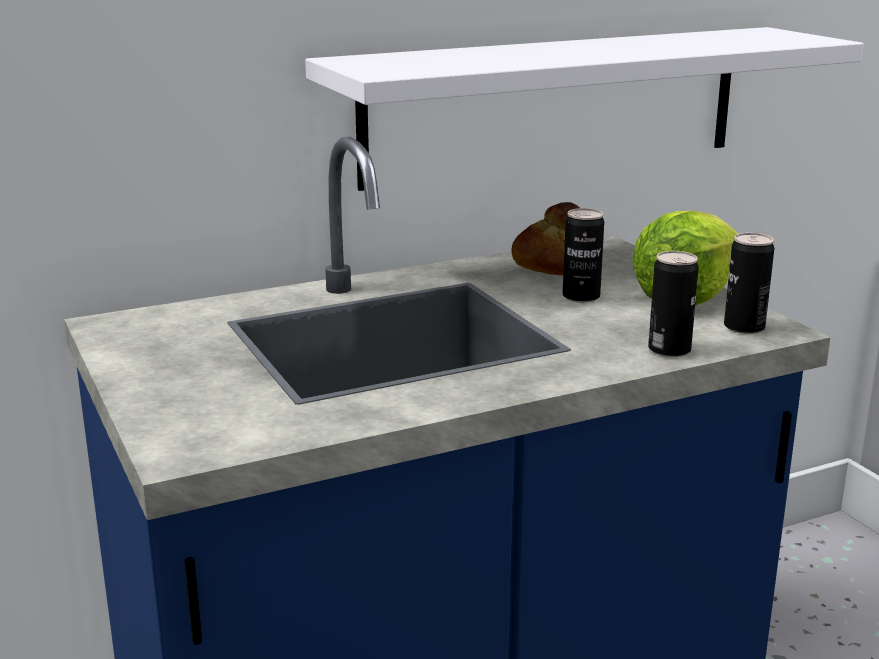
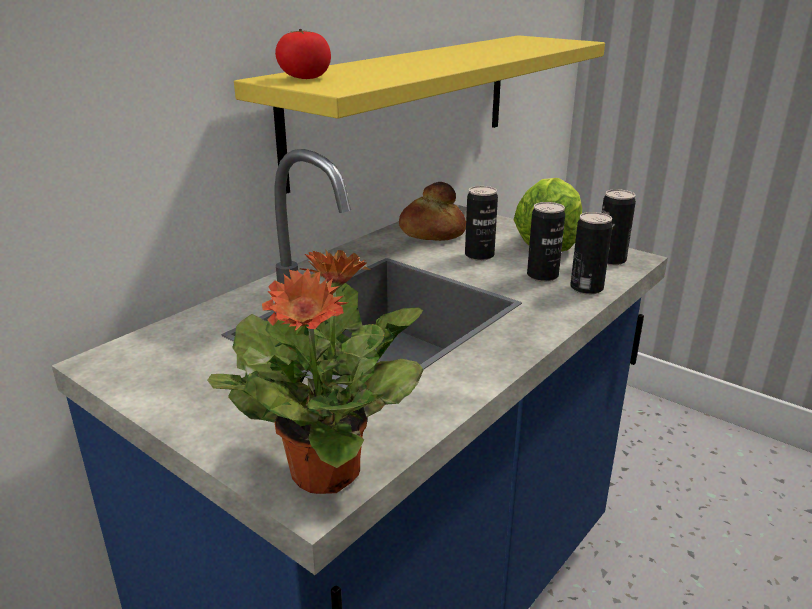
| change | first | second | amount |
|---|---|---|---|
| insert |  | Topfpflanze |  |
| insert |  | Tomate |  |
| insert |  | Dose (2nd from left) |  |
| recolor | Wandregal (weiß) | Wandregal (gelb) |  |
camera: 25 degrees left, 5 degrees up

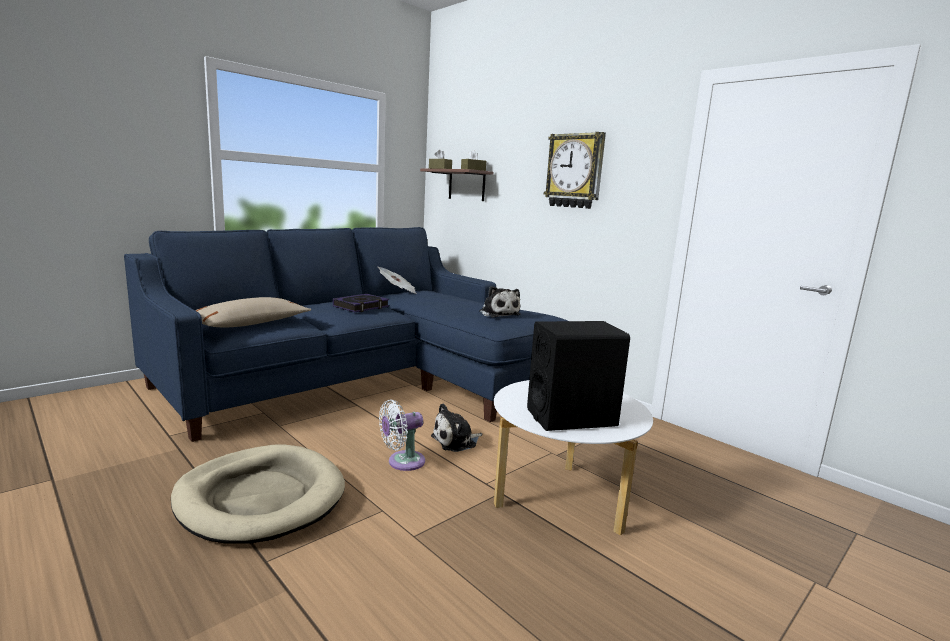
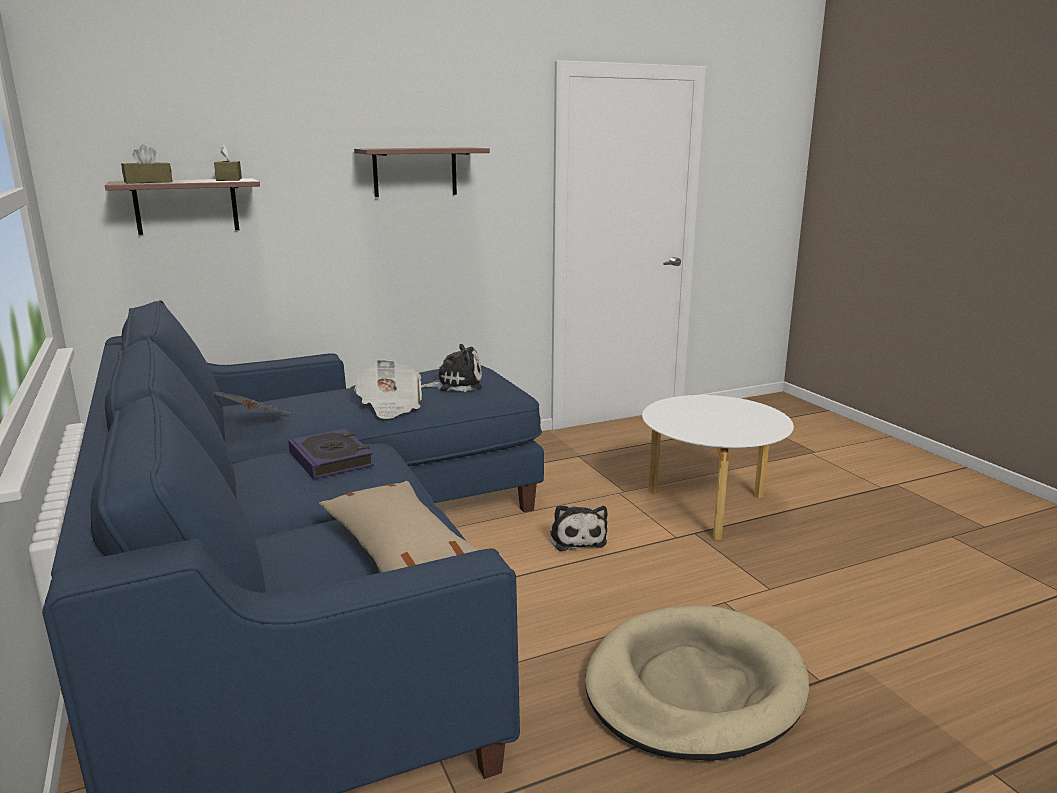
| change | first | second | amount |
|---|---|---|---|
| delete | Ventilator (weiß) |  |  |
| delete | Lautsprecher (schwarz) |  |  |
| insert |  | Zeitung (2nd from left) |  |
| replace | Wanduhr | Wandregal (2nd from left) |  |
camera: 70 degrees left, 5 degrees up

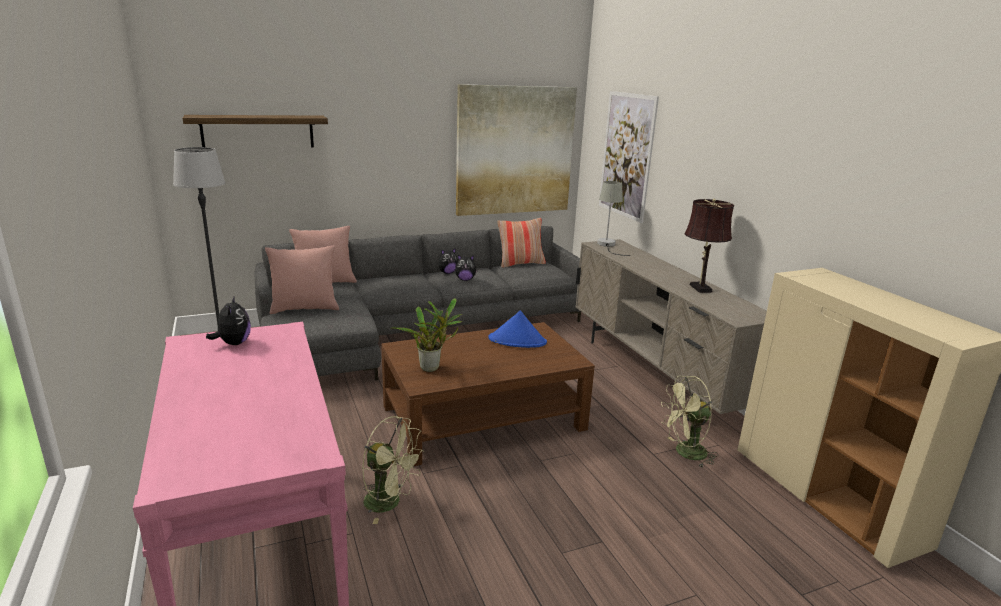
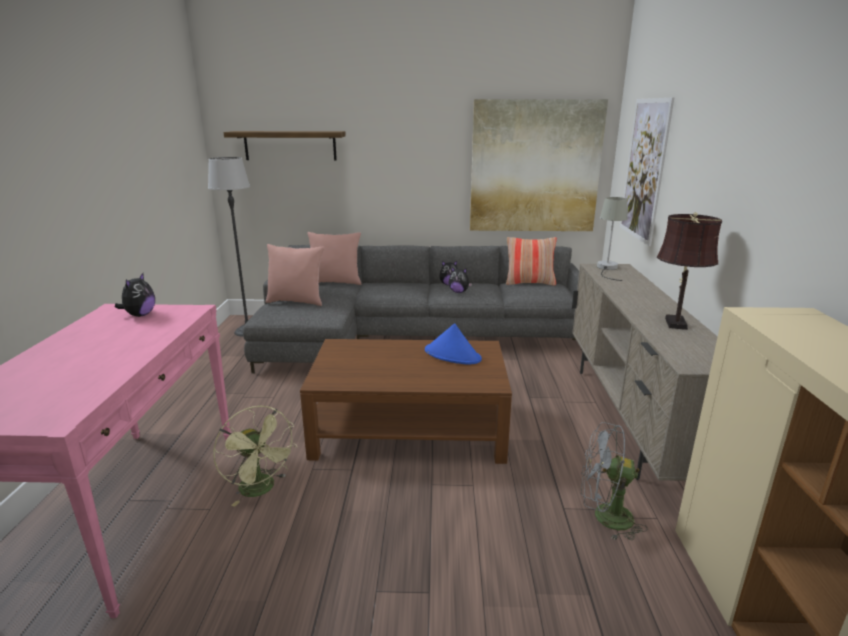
| change | first | second | amount |
|---|---|---|---|
| delete | Topfpflanze |  |  |
| recolor | Ventilator (grün) (2nd from left) | Ventilator (grau) |  |
camera: 25 degrees right, 0 degrees up

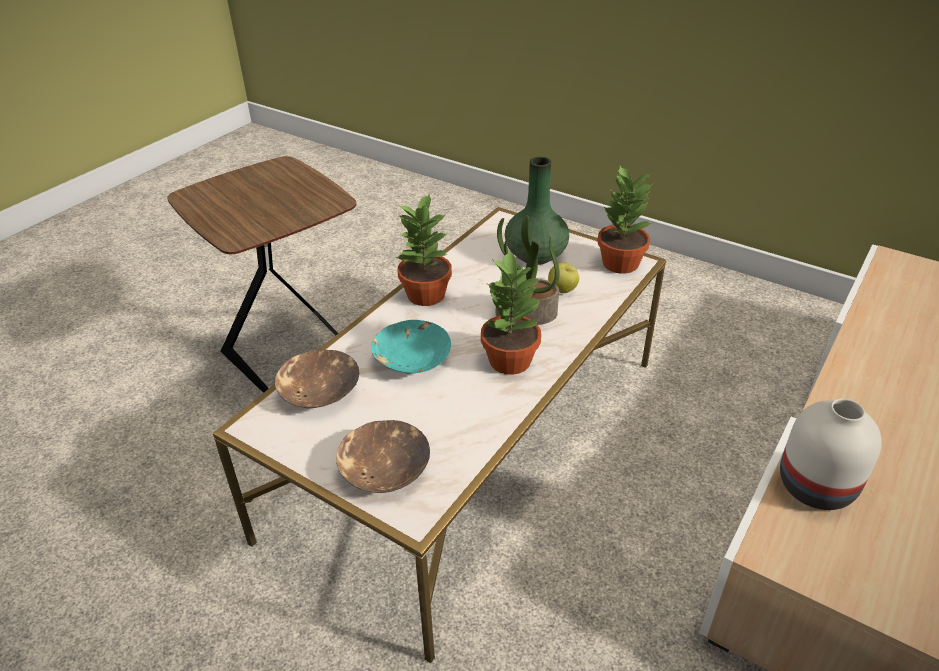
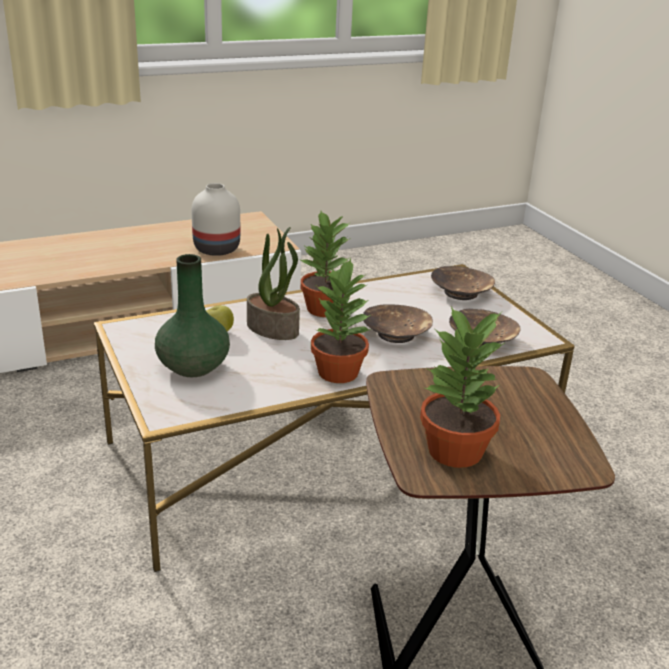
| change | first | second | amount |
|---|---|---|---|
| move | Topfpflanze (4th from left) |  |  |
| recolor | Schüssel (türkis) | Schüssel (braun) (1st from left) |  |
camera: 150 degrees left, 10 degrees down

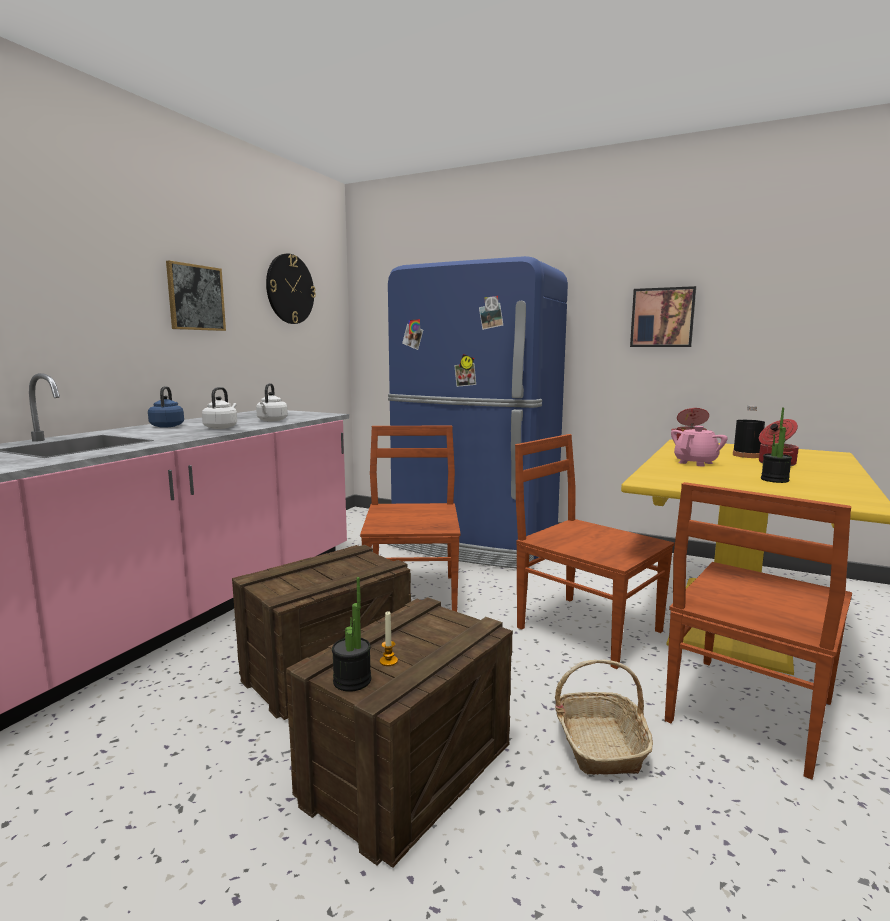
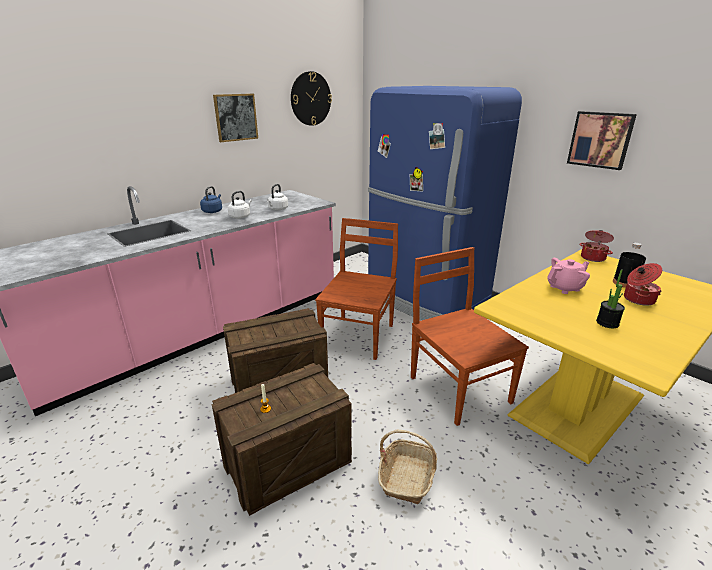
| change | first | second | amount |
|---|---|---|---|
| delete | Topfpflanze (1st from left) |  |  |
| delete | Stuhl (braun) (3rd from left) |  |  |
camera: 20 degrees right, 15 degrees up

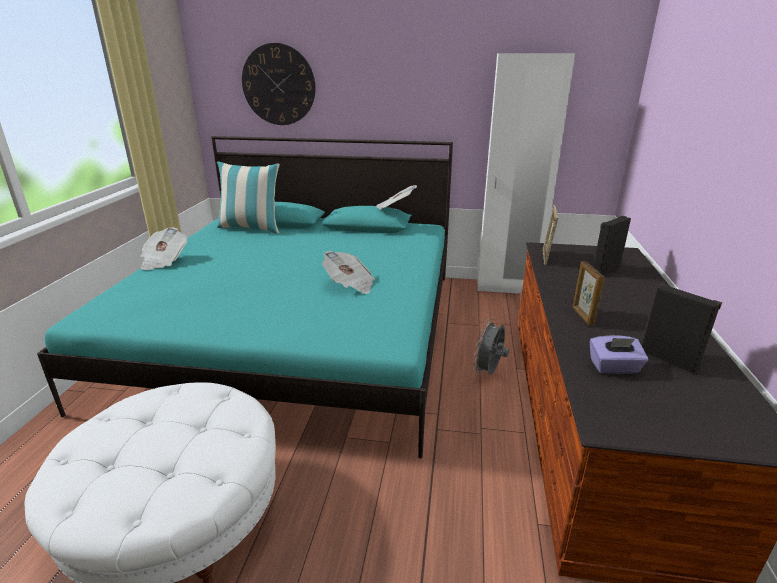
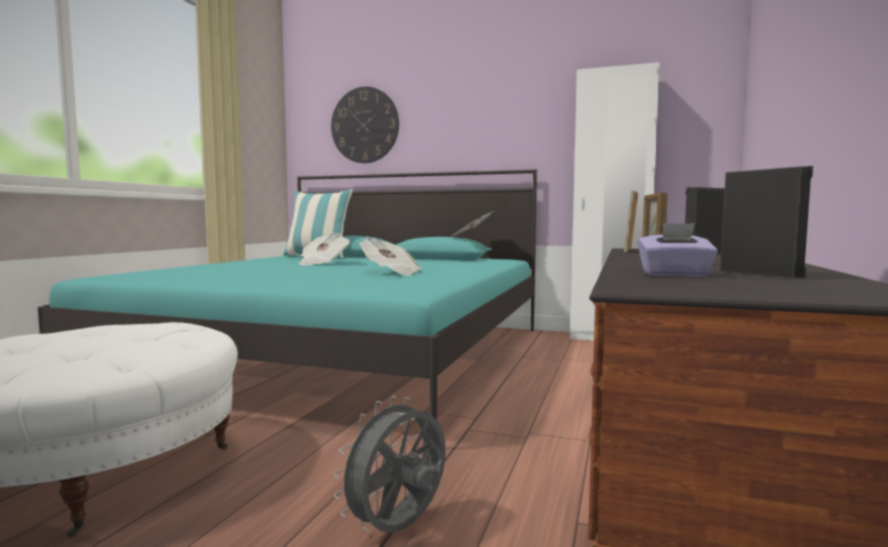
| change | first | second | amount |
|---|---|---|---|
| move | Zeitung (1st from left) |  |  |
| move | Ventilator (grau) |  |  |
camera: 10 degrees right, 20 degrees down

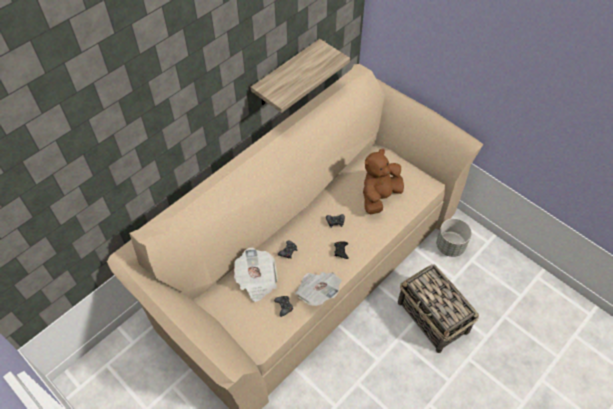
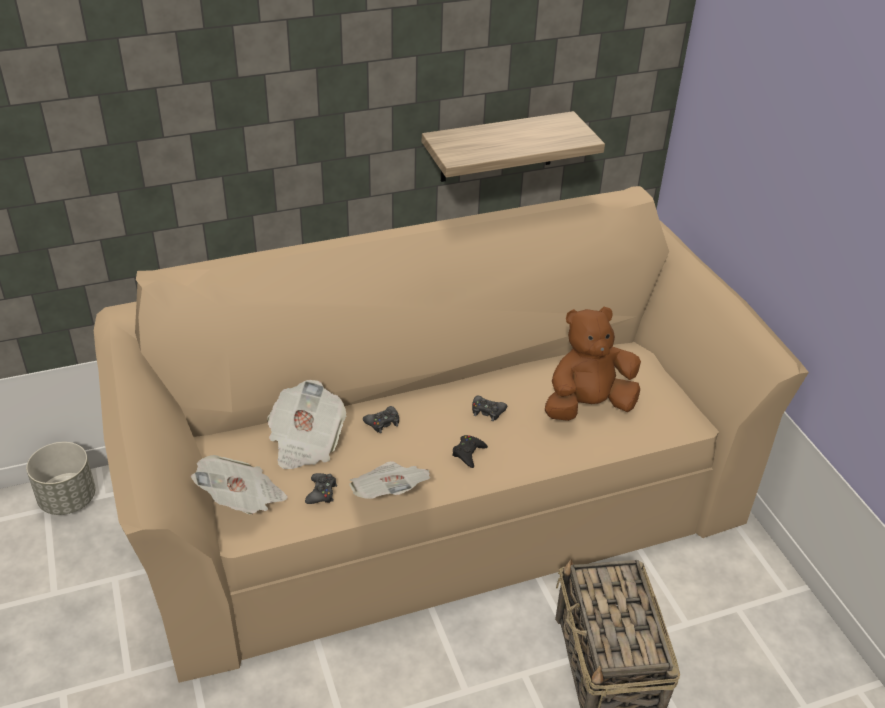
| change | first | second | amount |
|---|---|---|---|
| insert |  | Zeitung (1st from left) |  |
| move | Pflanzkübel (grau) |  |  |
camera: 25 degrees right, 15 degrees down

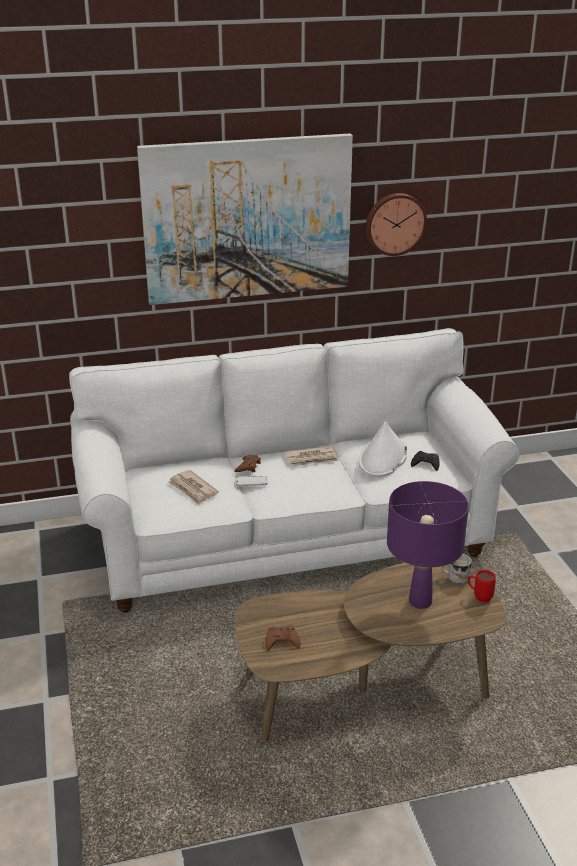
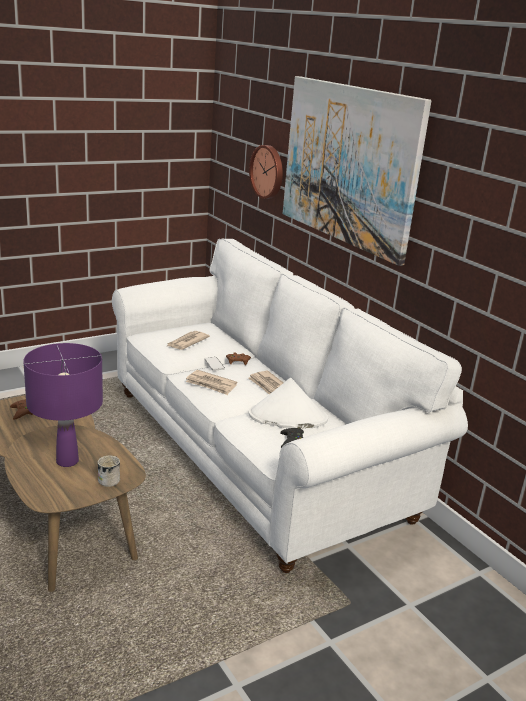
| change | first | second | amount |
|---|---|---|---|
| delete | Henkelbecher (rot) |  |  |
| insert |  | Zeitung (2nd from left) |  |
| move | Wanduhr |  |  |
camera: 70 degrees right, 5 degrees down

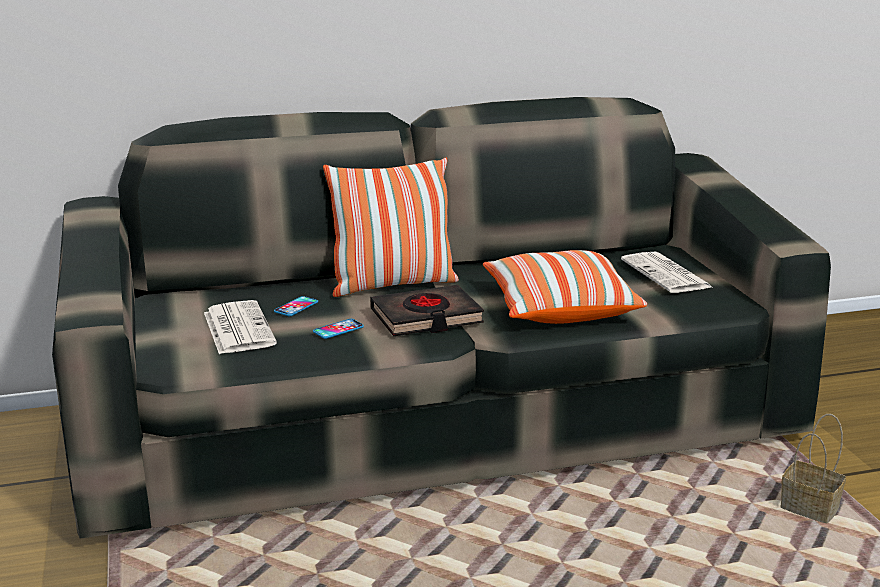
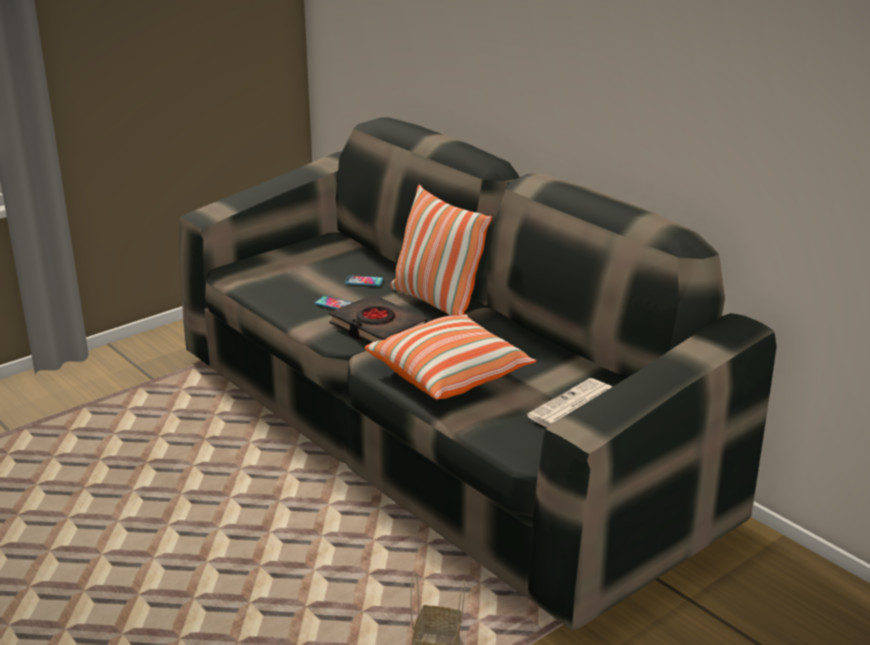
| change | first | second | amount |
|---|---|---|---|
| delete | Zeitung (1st from left) |  |  |
camera: 65 degrees right, 5 degrees up

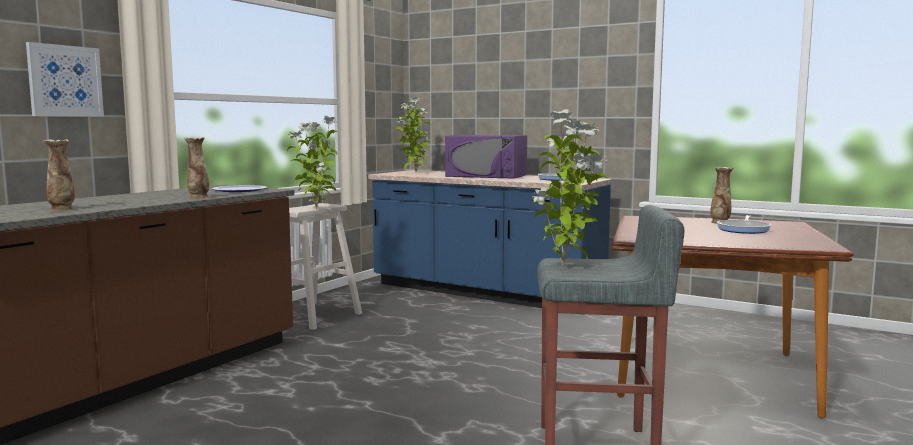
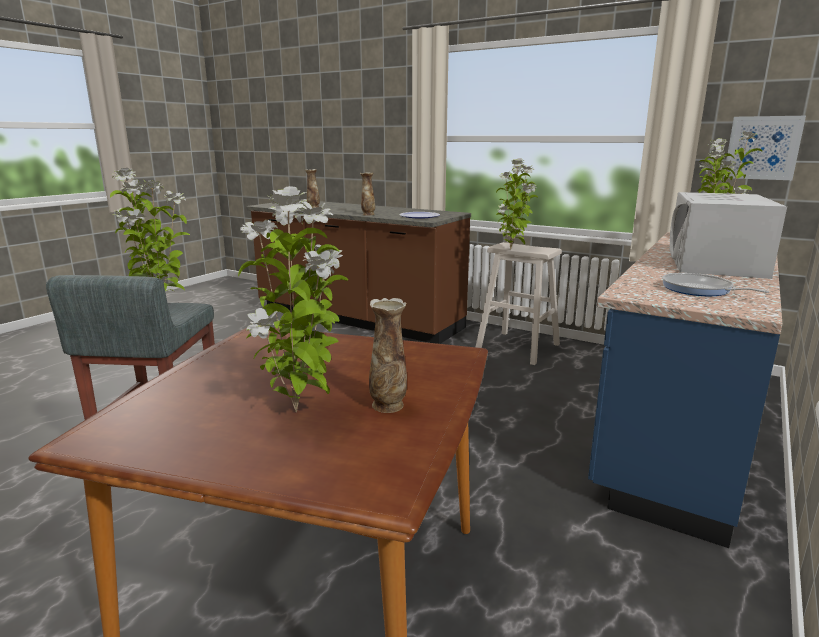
| change | first | second | amount |
|---|---|---|---|
| move | Bild |  |  |
| replace | Pfanne (2nd from left) | Topfpflanze (2nd from left) |  |
| recolor | Mikrowelle (lila) | Mikrowelle (weiß) |  |
camera: 90 degrees right, 10 degrees up

